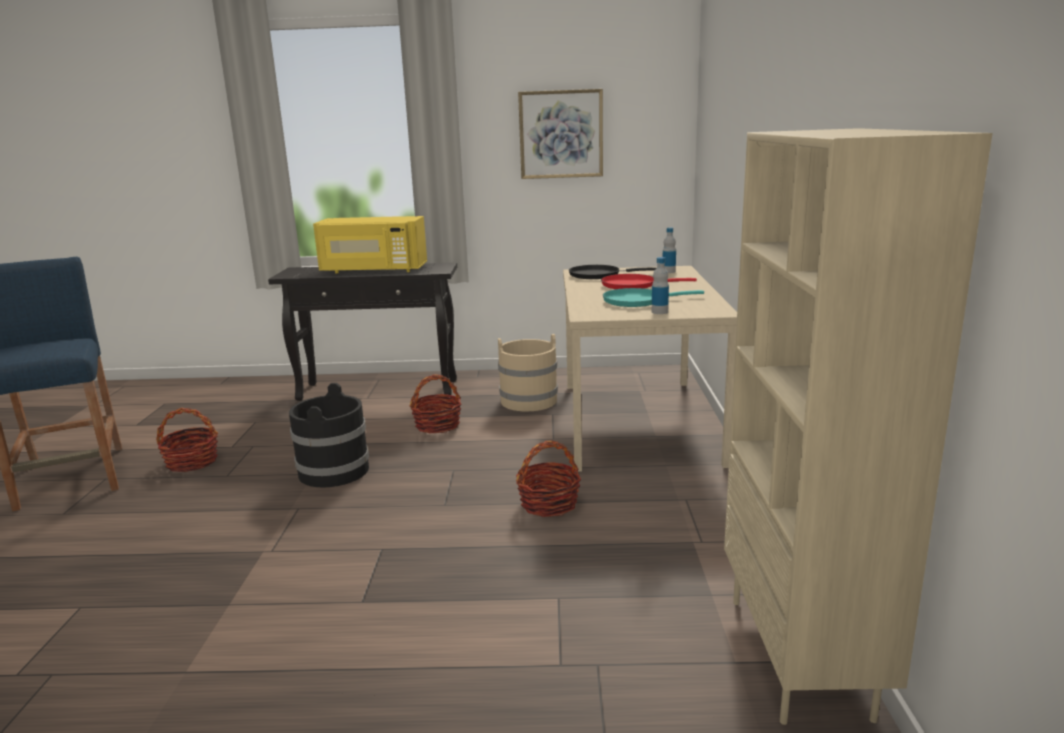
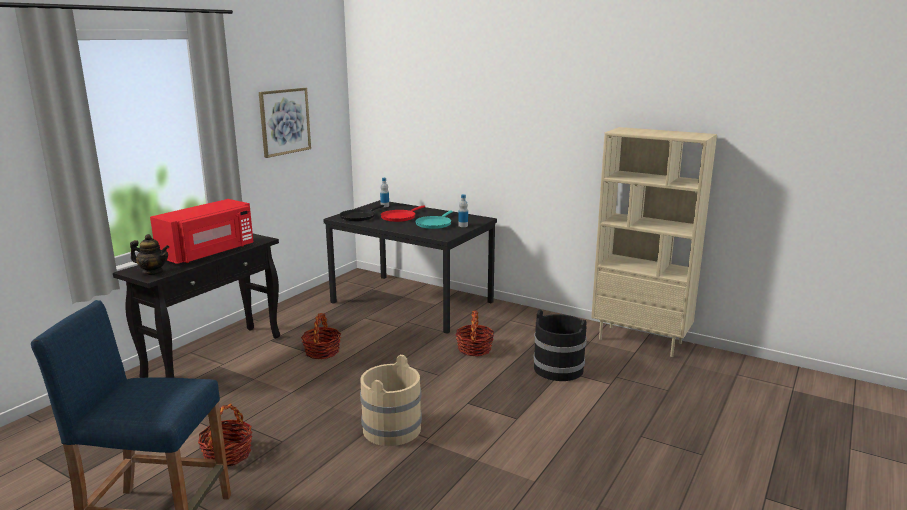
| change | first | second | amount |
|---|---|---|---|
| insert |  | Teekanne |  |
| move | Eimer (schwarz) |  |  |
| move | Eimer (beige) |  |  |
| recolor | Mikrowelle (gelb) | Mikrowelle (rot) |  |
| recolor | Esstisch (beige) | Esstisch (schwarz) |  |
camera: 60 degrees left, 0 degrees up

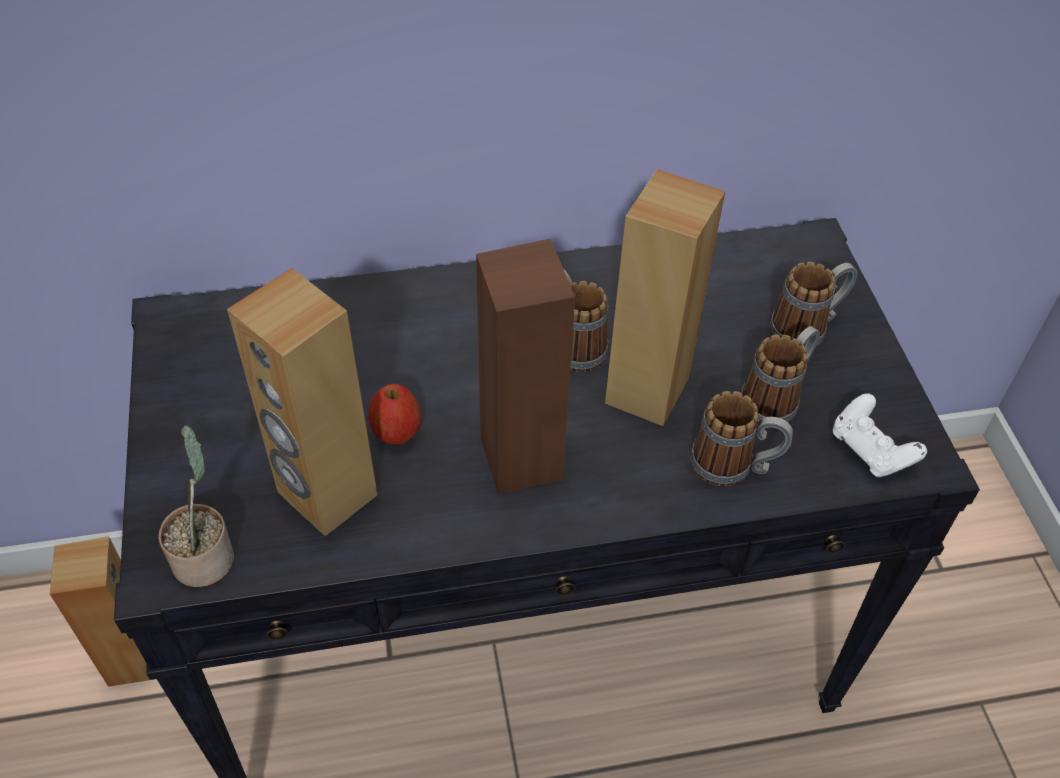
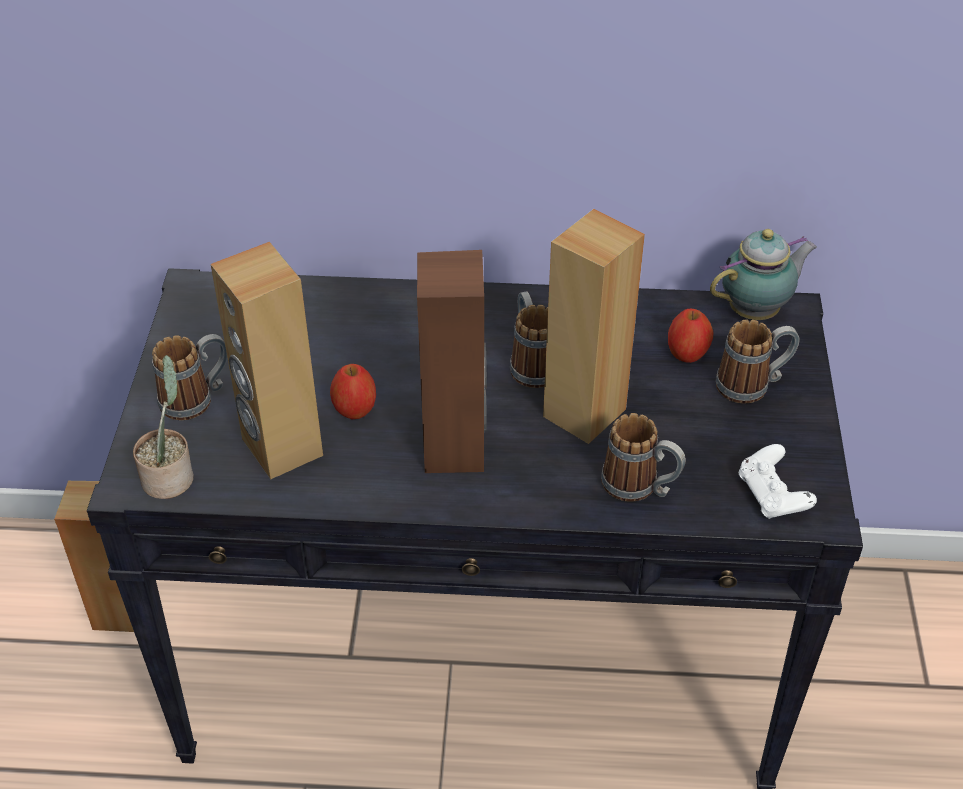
| change | first | second | amount |
|---|---|---|---|
| insert |  | Apfel (2nd from left) |  |
| insert |  | Teekanne |  |
| move | Henkelbecher (3rd from left in the first image) | Henkelbecher (1st from left) |  |
camera: 15 degrees right, 5 degrees down

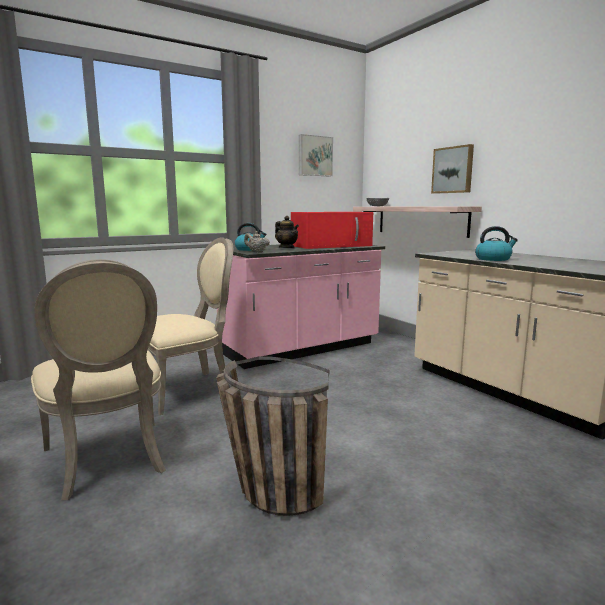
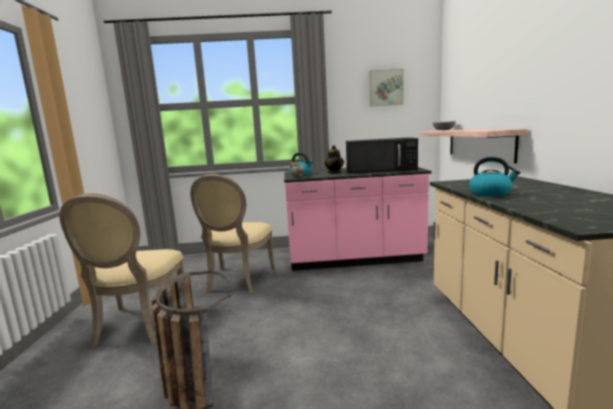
| change | first | second | amount |
|---|---|---|---|
| delete | Bild (2nd from left) |  |  |
| recolor | Mikrowelle (rot) | Mikrowelle (schwarz) |  |
| rotate | Stuhl (beige) (2nd from left) |  | 105 degrees clockwise |
camera: 30 degrees right, 0 degrees up

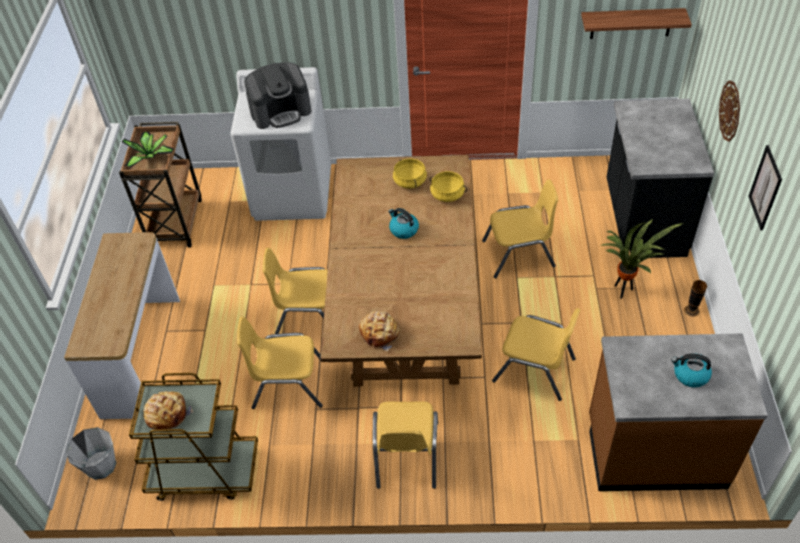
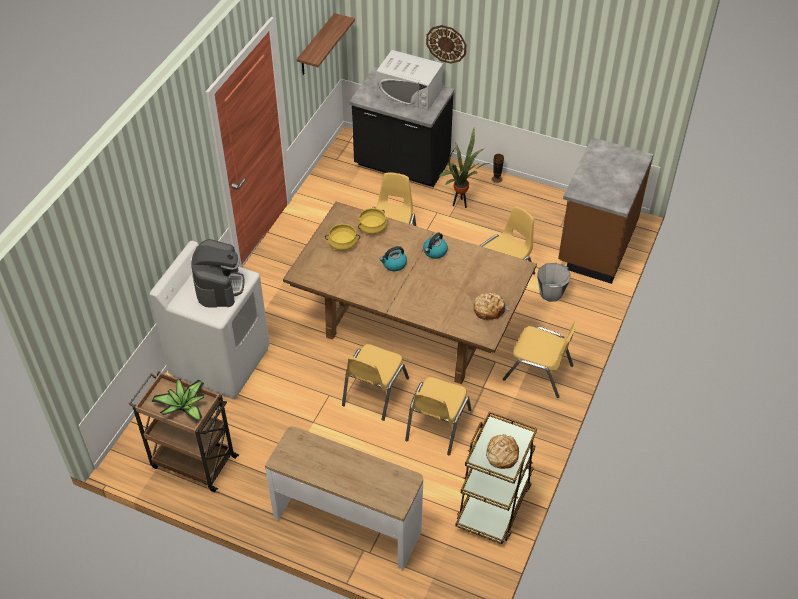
| change | first | second | amount |
|---|---|---|---|
| delete | Bild |  |  |
| insert |  | Mikrowelle (weiß) |  |
| move | Eimer (grau) |  |  |
| move | Wasserkessel (2nd from left) |  |  |
camera: 70 degrees left, 0 degrees up

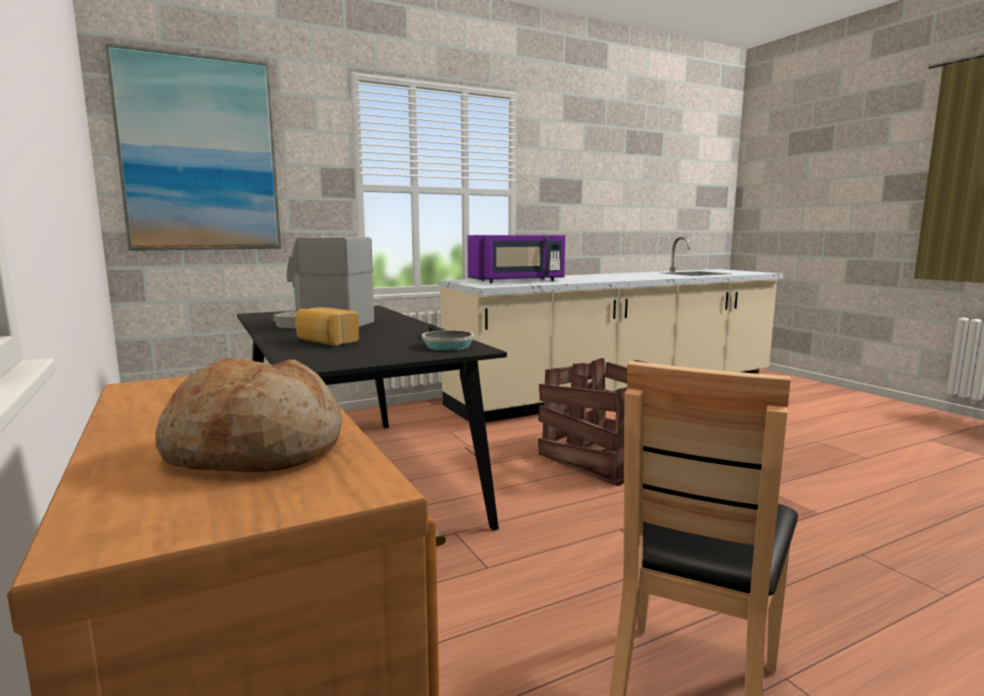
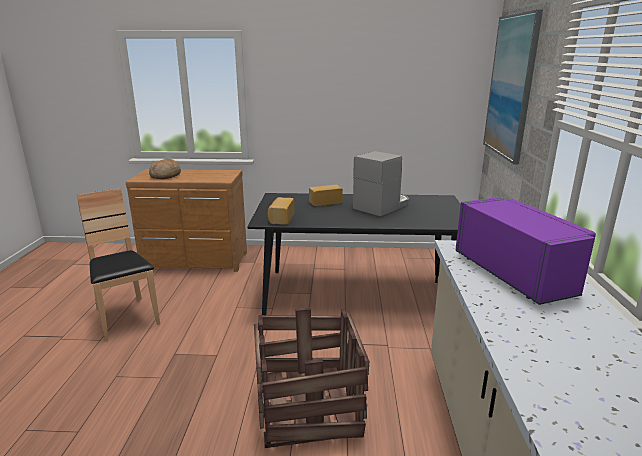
| change | first | second | amount |
|---|---|---|---|
| replace | Pfanne | Brot (2nd from left) |  |
| rotate | Mikrowelle (lila) |  | 150 degrees clockwise |
camera: 120 degrees right, 10 degrees up

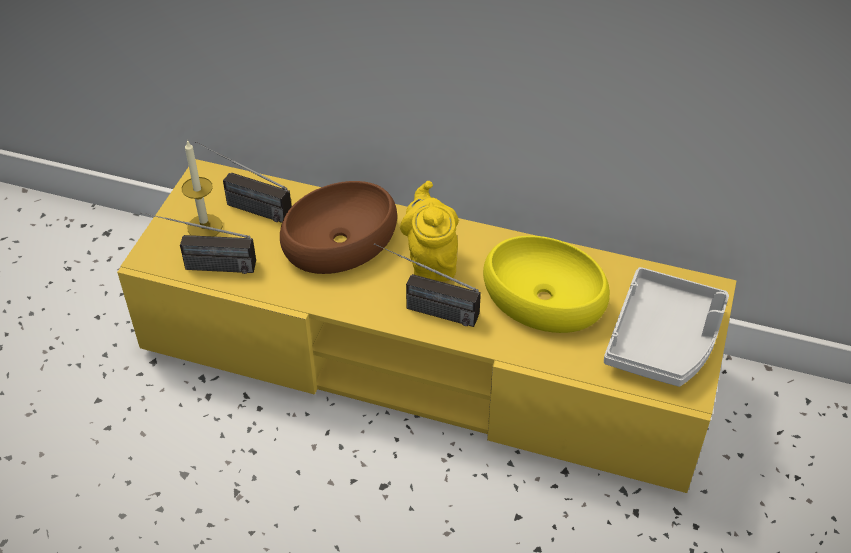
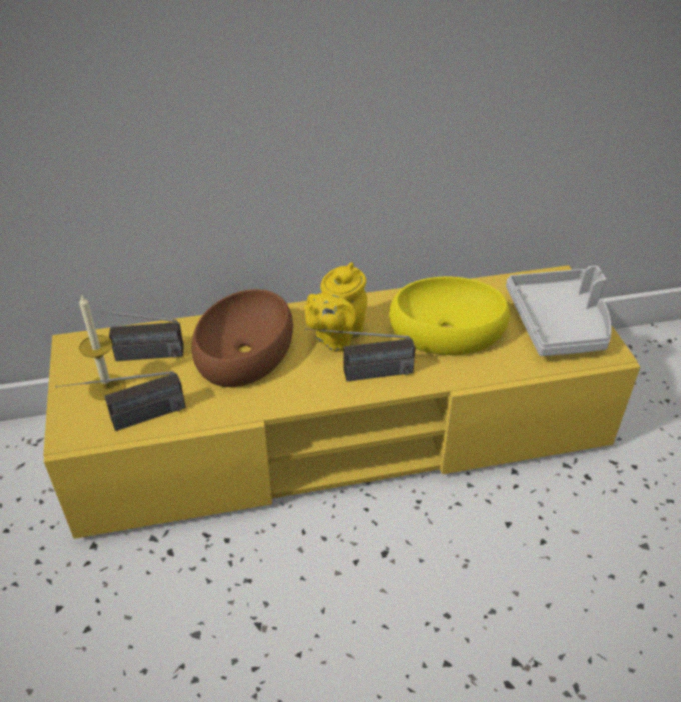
| change | first | second | amount |
|---|---|---|---|
| rotate | Teekanne (gelb) |  | 105 degrees counterclockwise |
camera: 30 degrees left, 5 degrees down

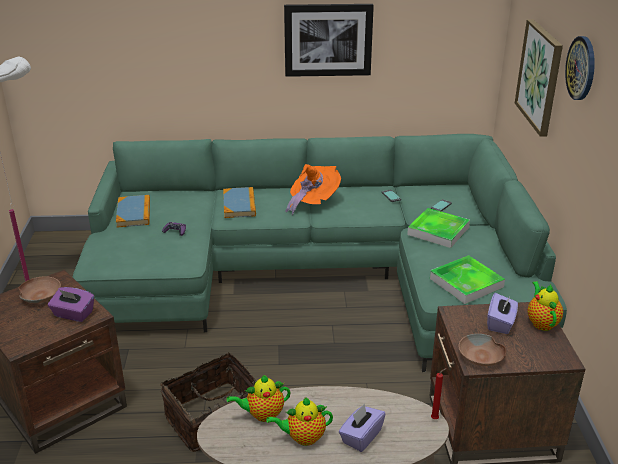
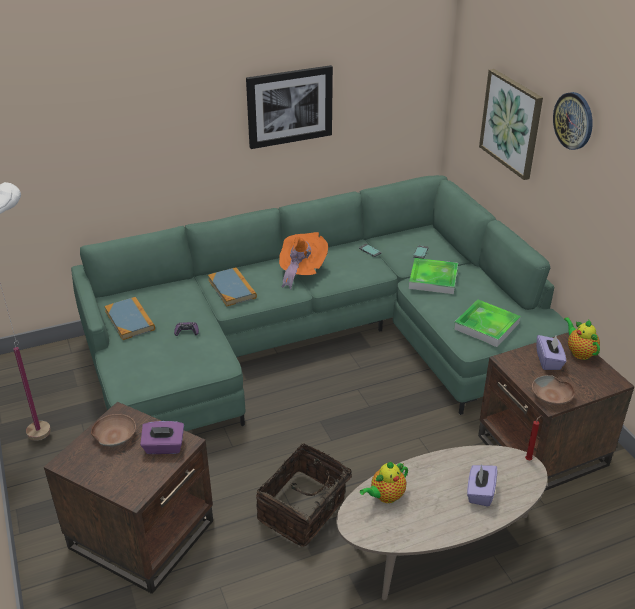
| change | first | second | amount |
|---|---|---|---|
| delete | Teekanne (2nd from left) |  |  |
camera: 20 degrees left, 5 degrees up

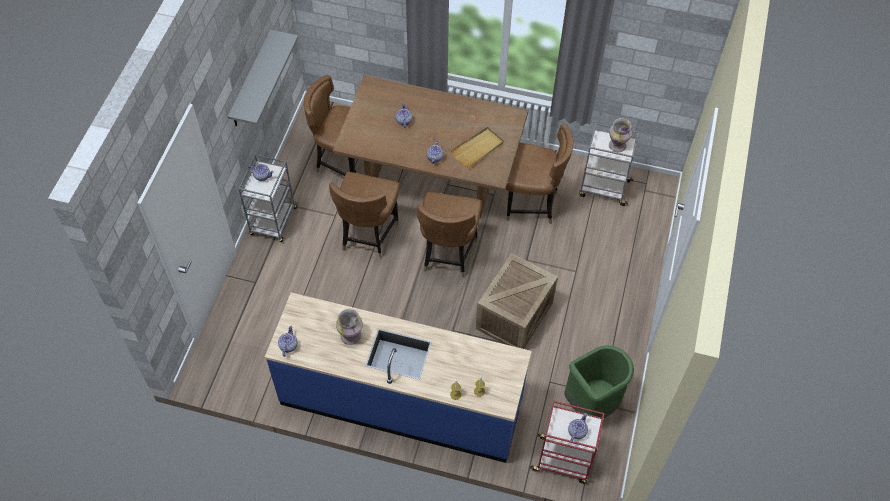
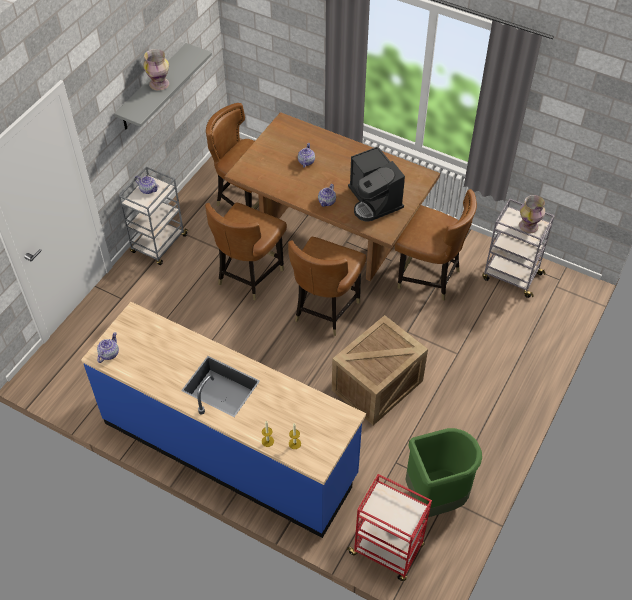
| change | first | second | amount |
|---|---|---|---|
| delete | Teekanne (5th from left) |  |  |
| move | Vase (1st from left) |  |  |
| replace | Tablett (beige) | Kaffeemaschine |  |
camera: 15 degrees right, 5 degrees down

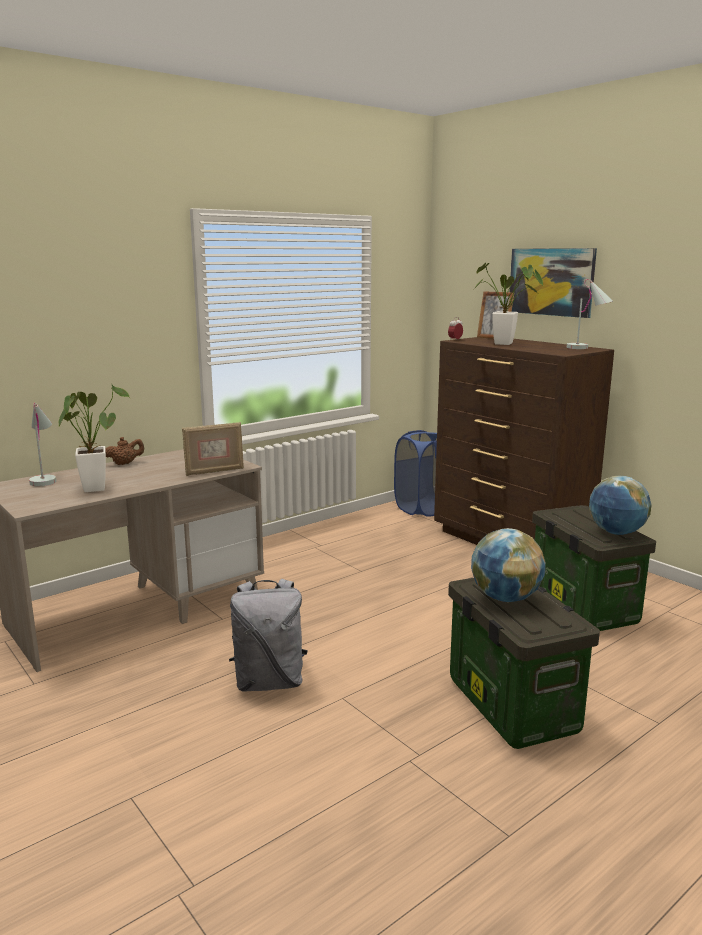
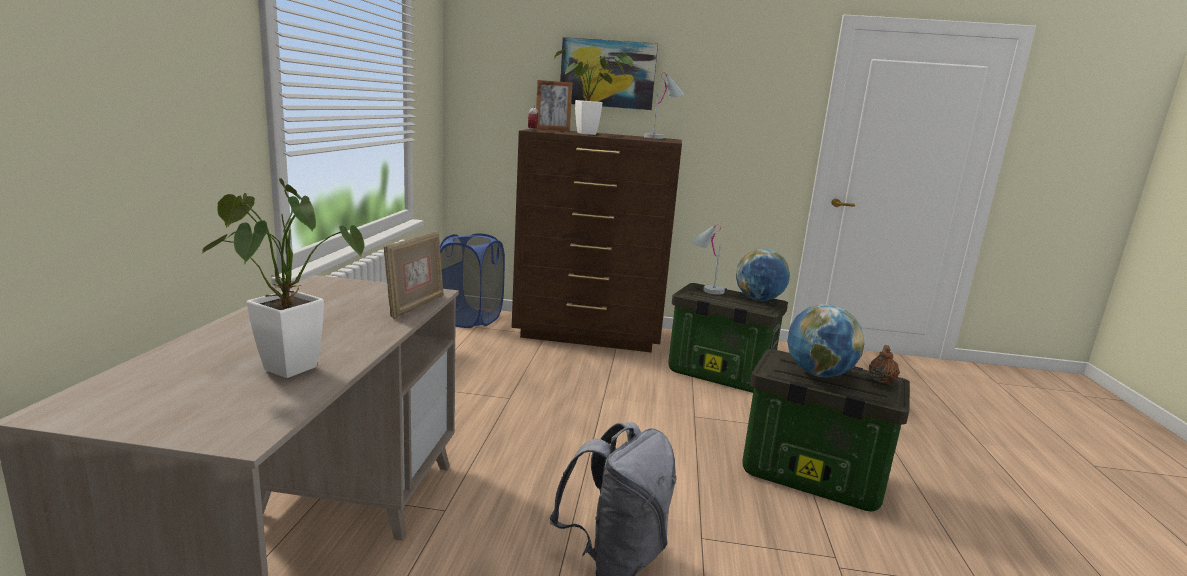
| change | first | second | amount |
|---|---|---|---|
| move | Tischlampe (weiß) (1st from left in the first image) | Tischlampe (weiß) (2nd from left) |  |
| move | Teekanne (braun) |  |  |
camera: 45 degrees left, 0 degrees up

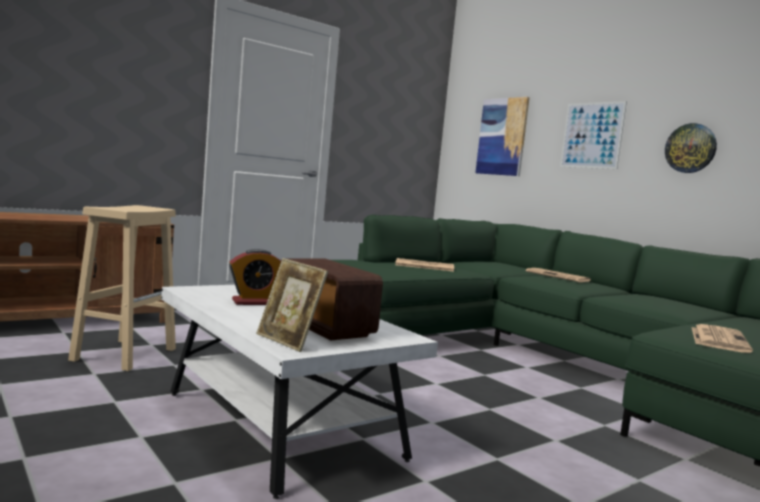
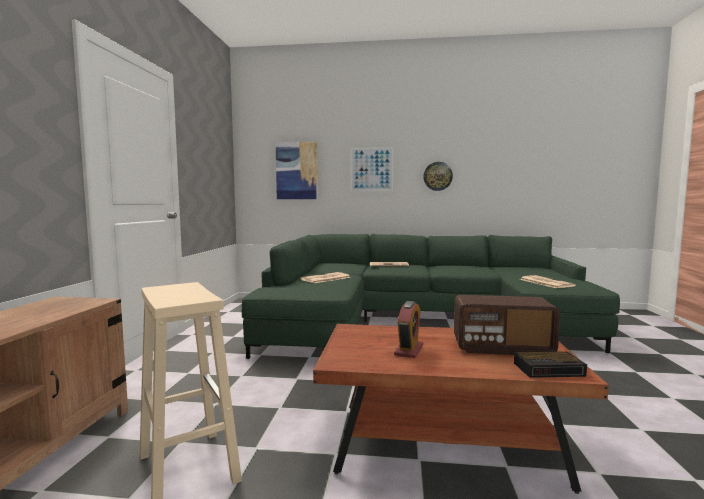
| change | first | second | amount |
|---|---|---|---|
| replace | Bilderrahmen | Wecker (2nd from left) |  |
| recolor | Couchtisch (weiß) | Couchtisch (braun) |  |
camera: 45 degrees left, 0 degrees up

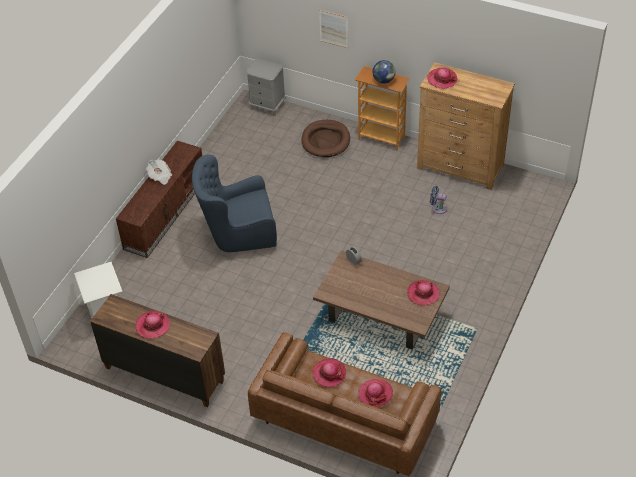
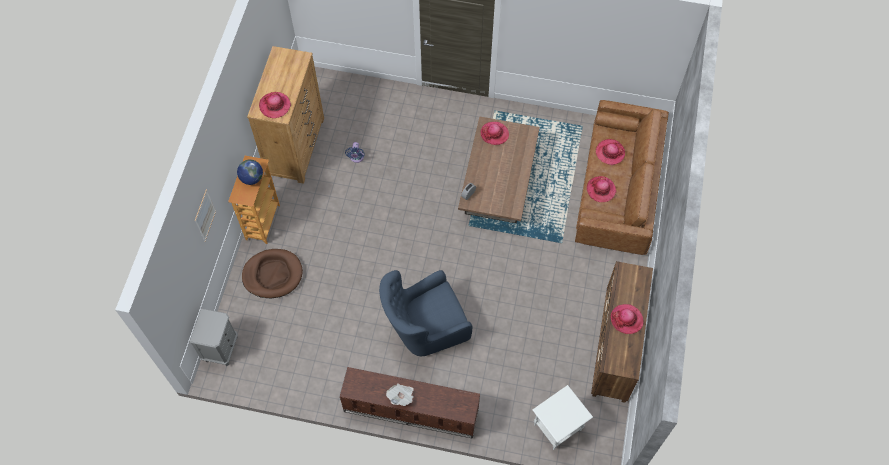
| change | first | second | amount |
|---|---|---|---|
| rotate | Sessel (blau) |  | 90 degrees clockwise |
camera: 105 degrees left, 15 degrees up

